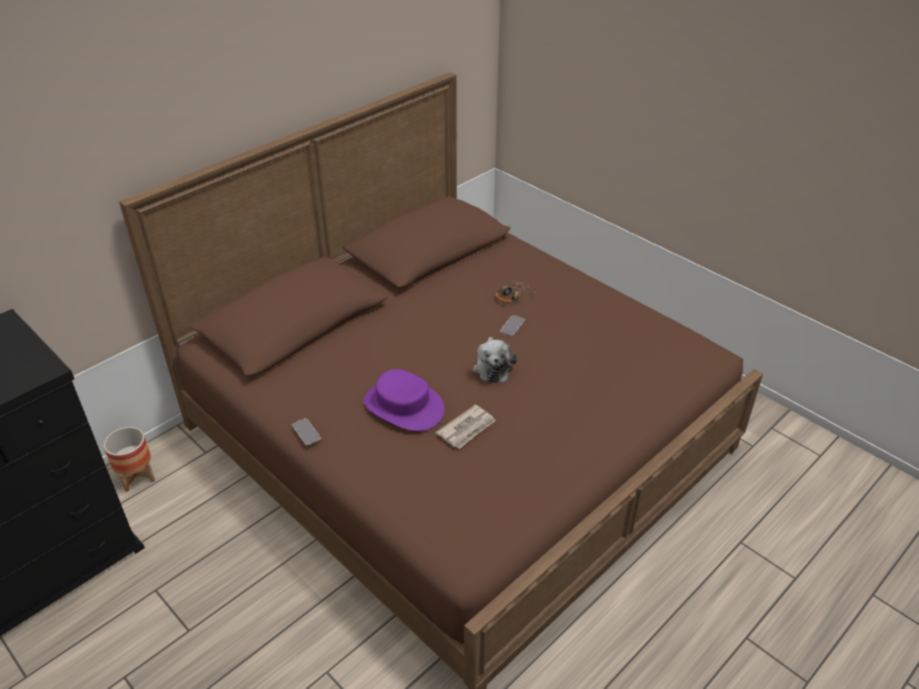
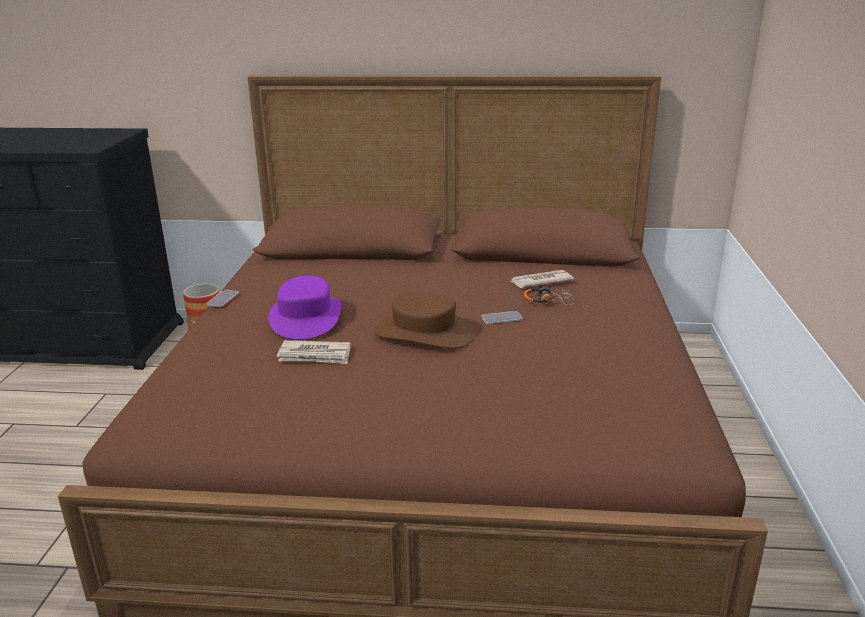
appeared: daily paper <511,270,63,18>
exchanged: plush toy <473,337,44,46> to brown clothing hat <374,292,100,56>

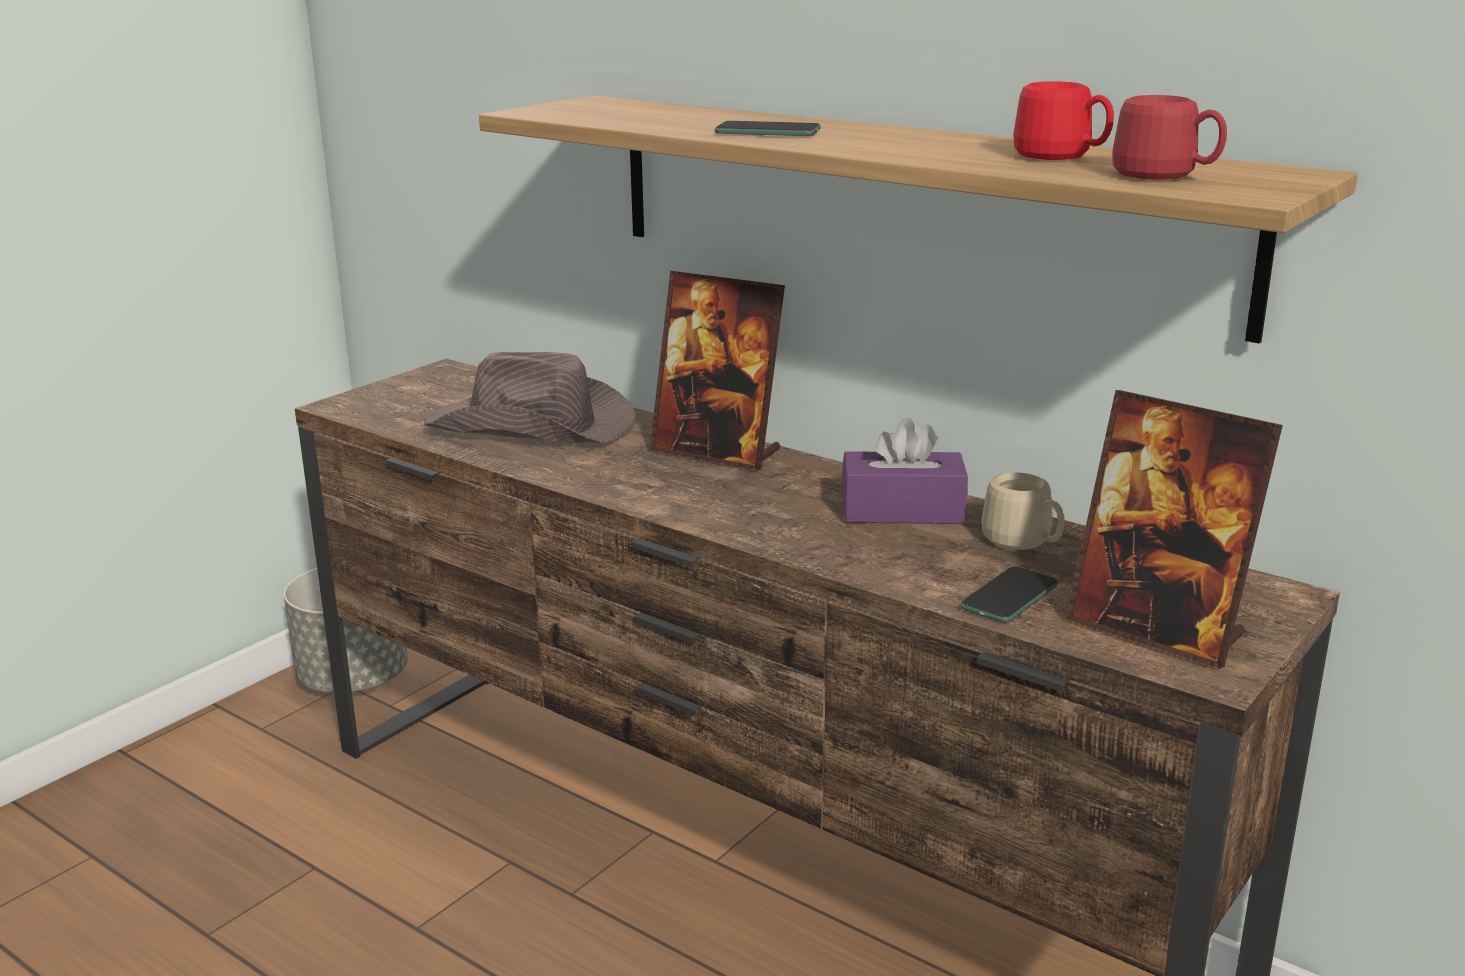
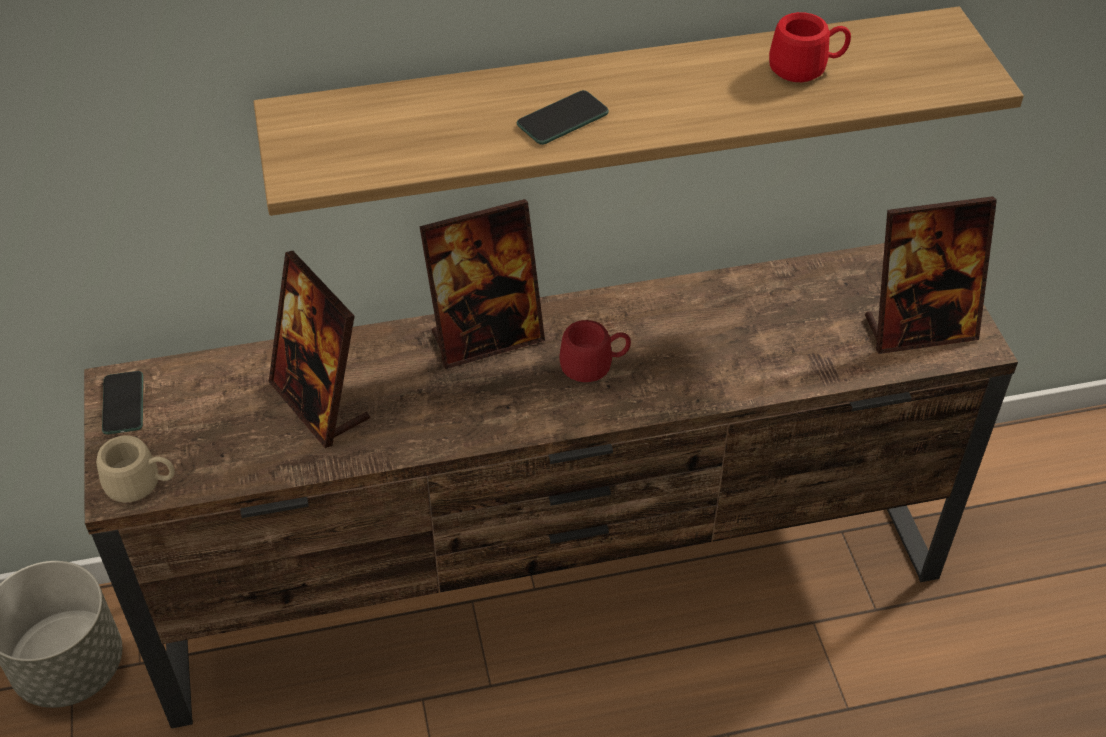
missing: purple tissue box <842,417,126,107>
relocated: handset <960,566,98,57> to <102,371,41,63>; sand-coloured tea mug <981,473,84,77> to <96,435,79,67>; red-coloured tea mug <1112,95,115,85> to <559,320,72,62>
exchanged: brown clothing hat <424,352,213,91> to picture frame <269,251,101,197>

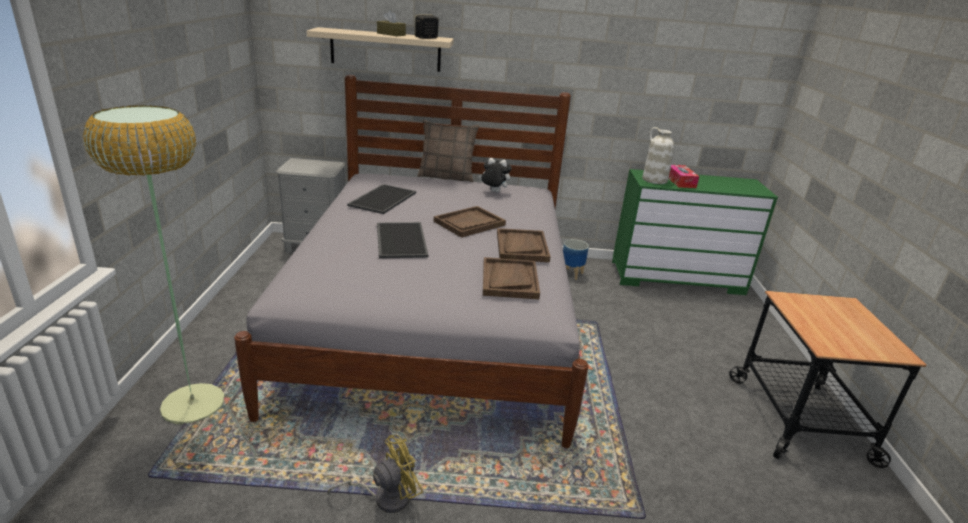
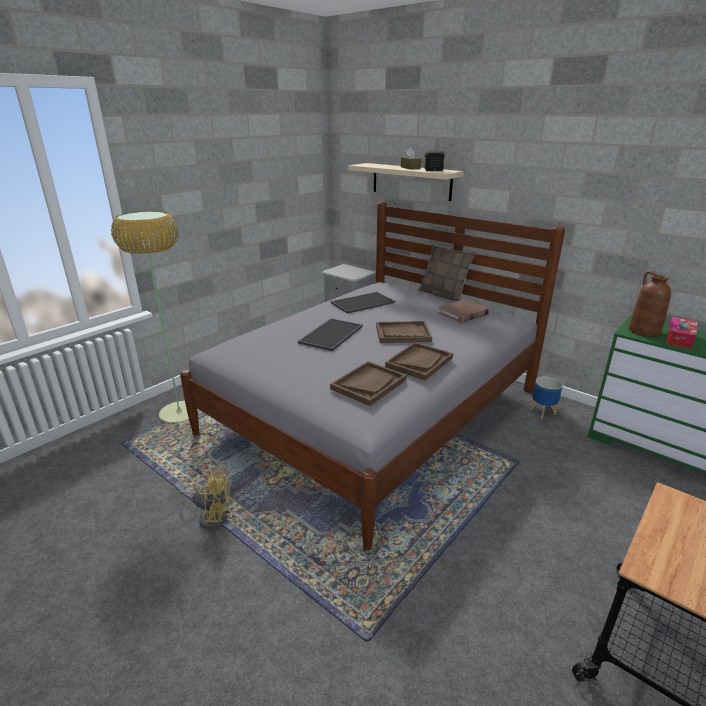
exchanged: plush toy <479,158,33,35> to brown volume <438,299,52,24>
colour: white vase <642,127,32,57> to brown vase <629,271,42,66>

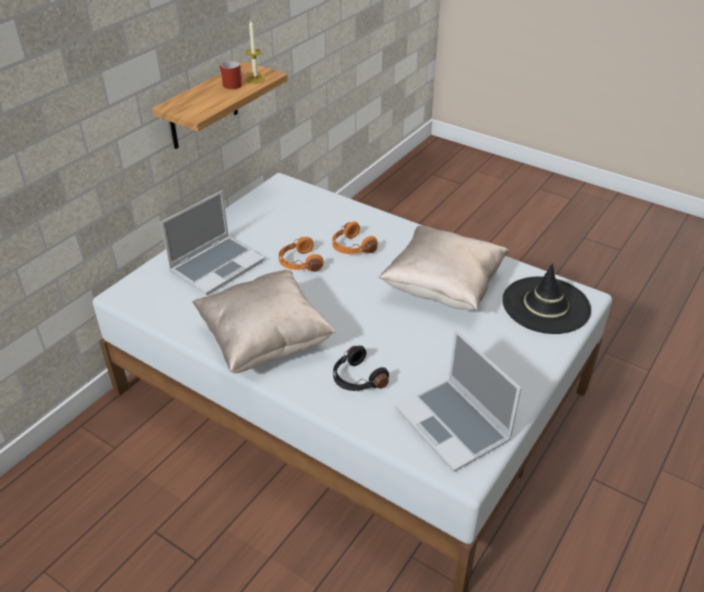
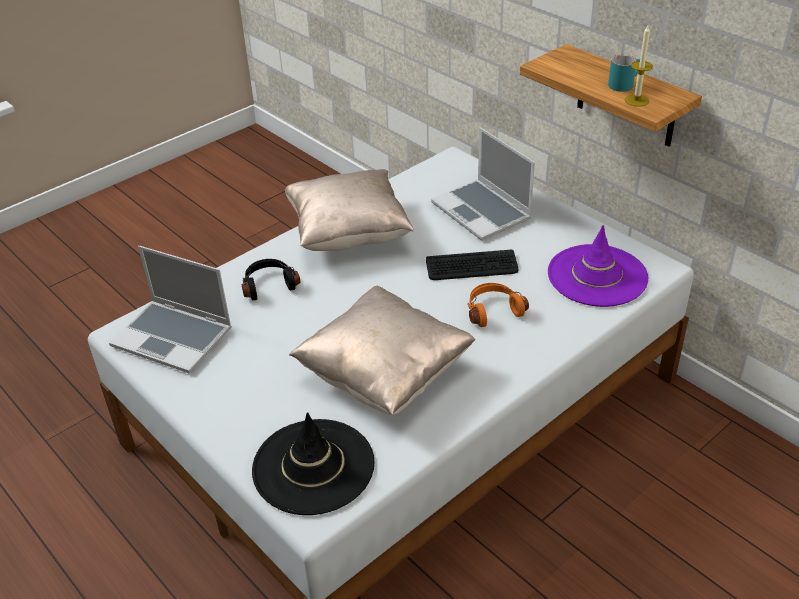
appeared: purple clothing hat <548,225,100,82>
exchanged: orange headset <279,237,45,35> to PC keyboard <426,250,92,30>
colour: red-coloured tea mug <220,61,22,28> to blue-green tea mug <608,55,32,37>
spun: notebook computer <395,329,126,143> = <109,246,123,128> 135 degrees counterclockwise

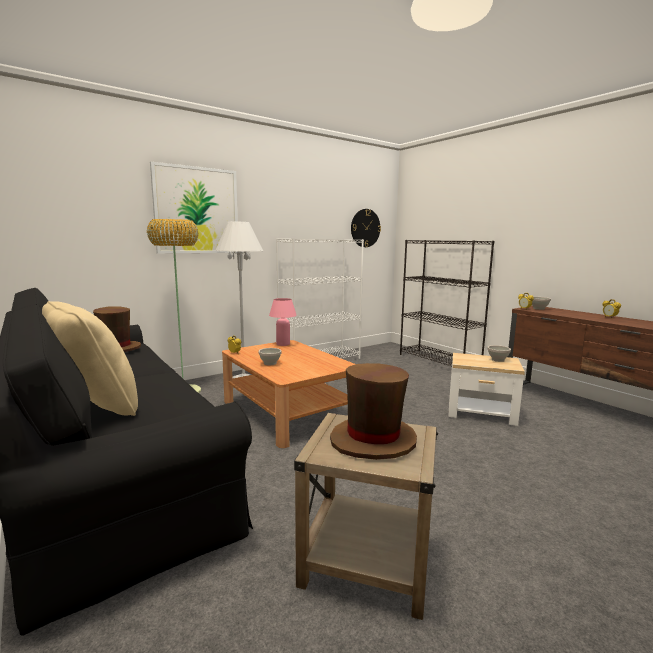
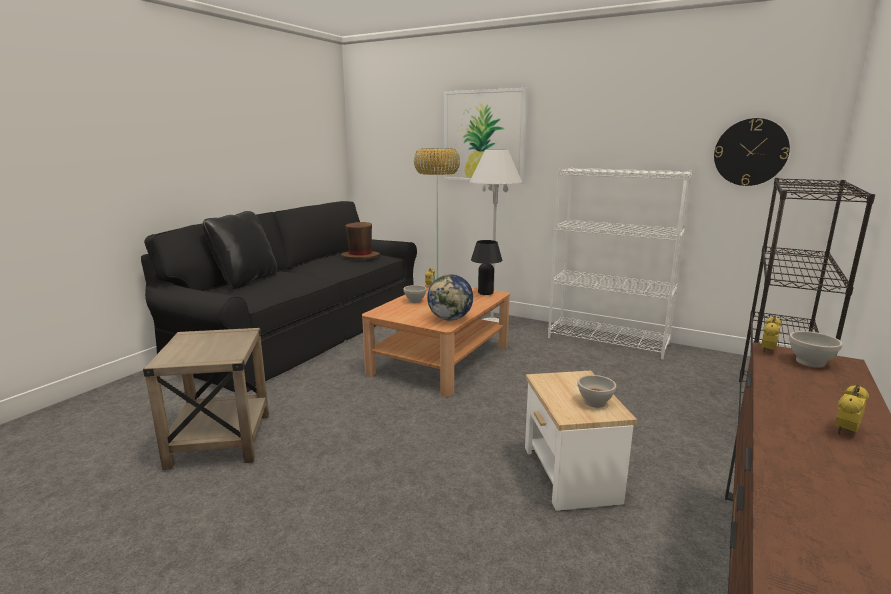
missing: brown clothing hat <330,363,87,97>
appeared: desk globe <427,274,46,46>
colour: sand-coloured pillow <42,301,96,115> to black pillow <202,211,75,78>; pink-coloured table lamp <269,298,28,48> to black table lamp <471,240,31,55>

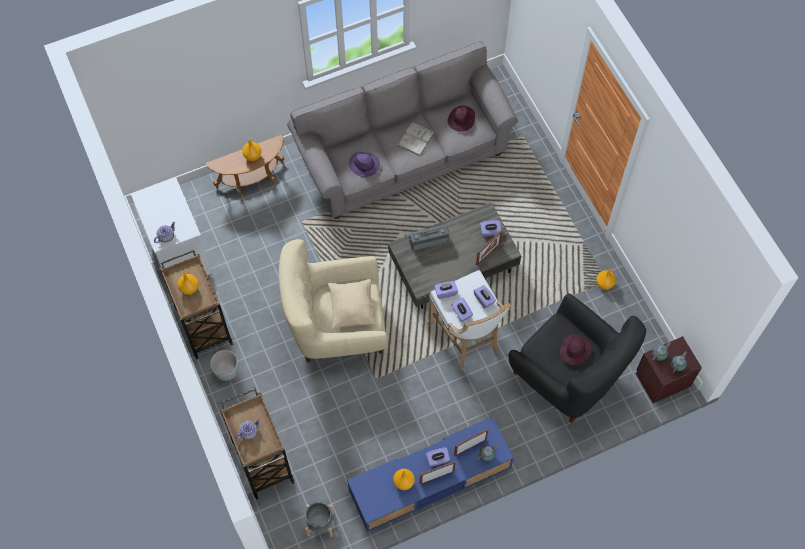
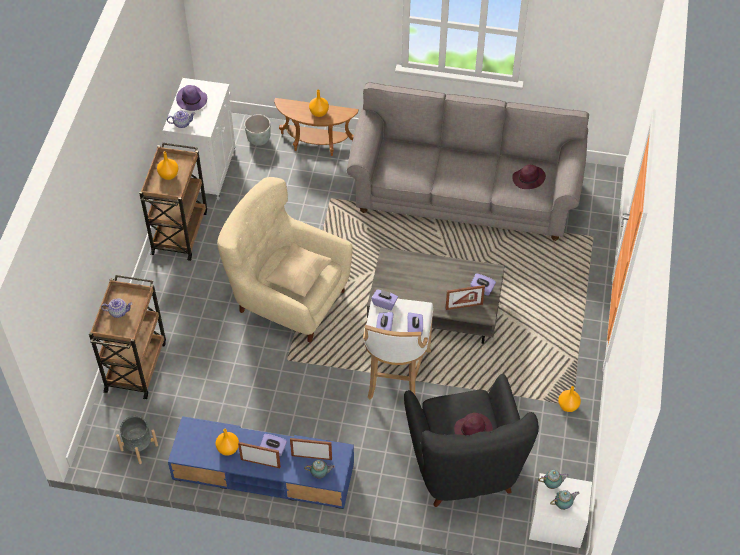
missing: white volume <398,122,37,34>; radio set <408,224,41,27>
relocated: grey plant pot <210,350,29,31> to <244,114,27,32>; purple clothing hat <349,152,31,25> to <176,85,31,26>
colour: brown bedside table <636,336,66,67> to white bedside table <529,473,63,75>

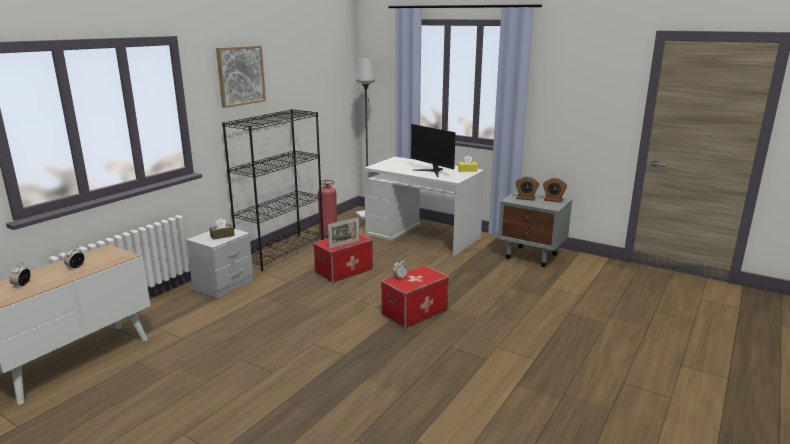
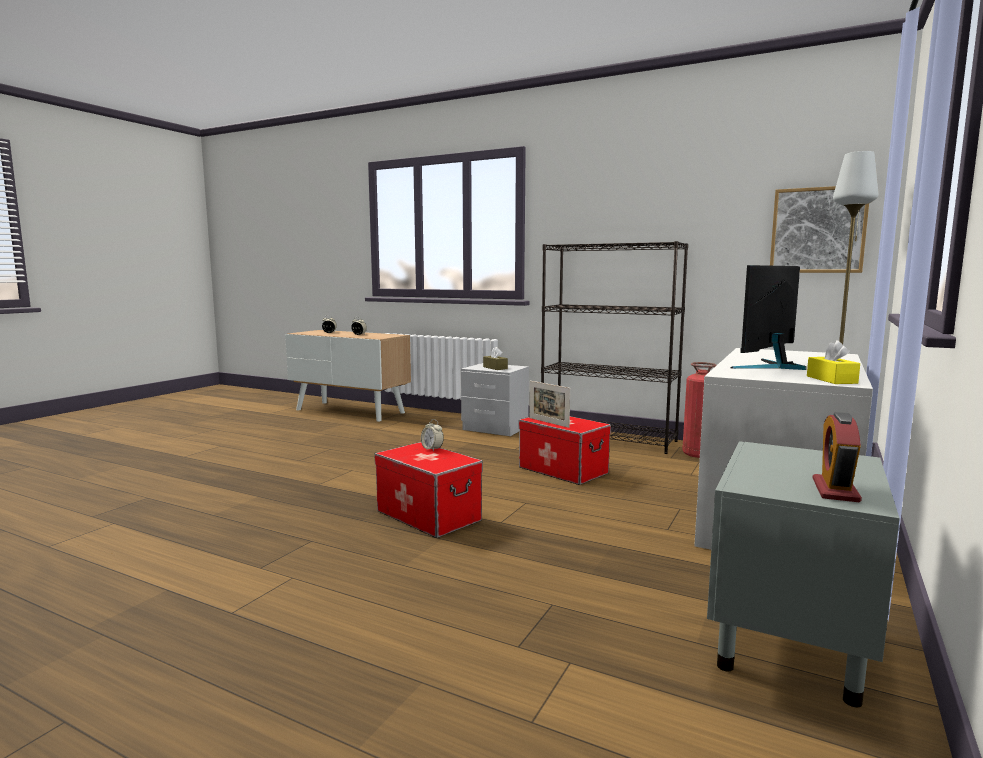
missing: table clock <516,177,23,24>
relocated: wall picture <216,45,50,63> to <770,186,99,87>

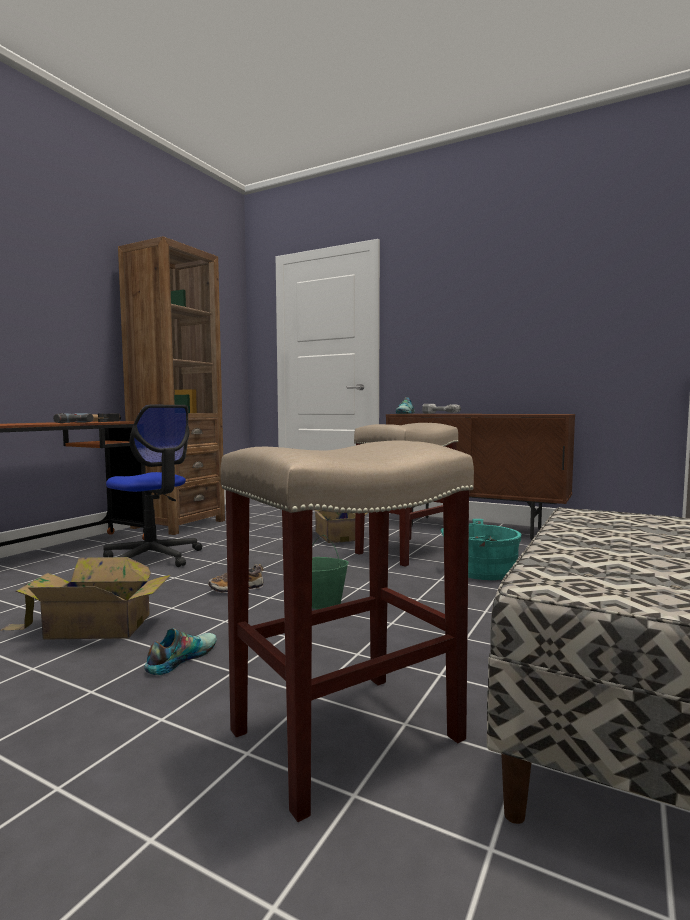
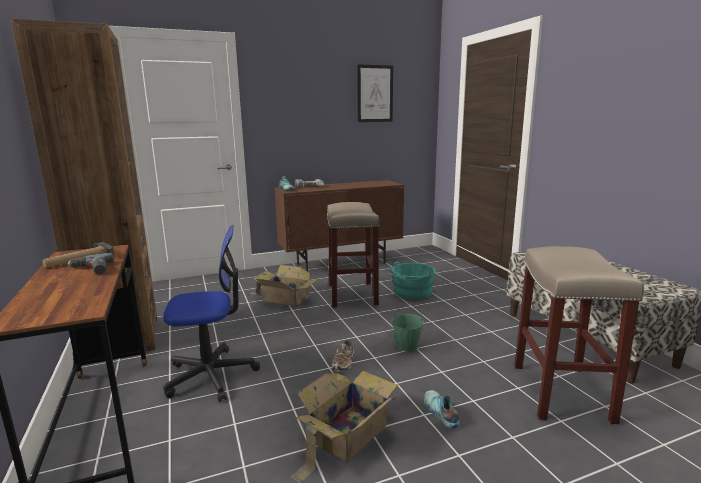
appeared: wall picture <357,64,36,58>

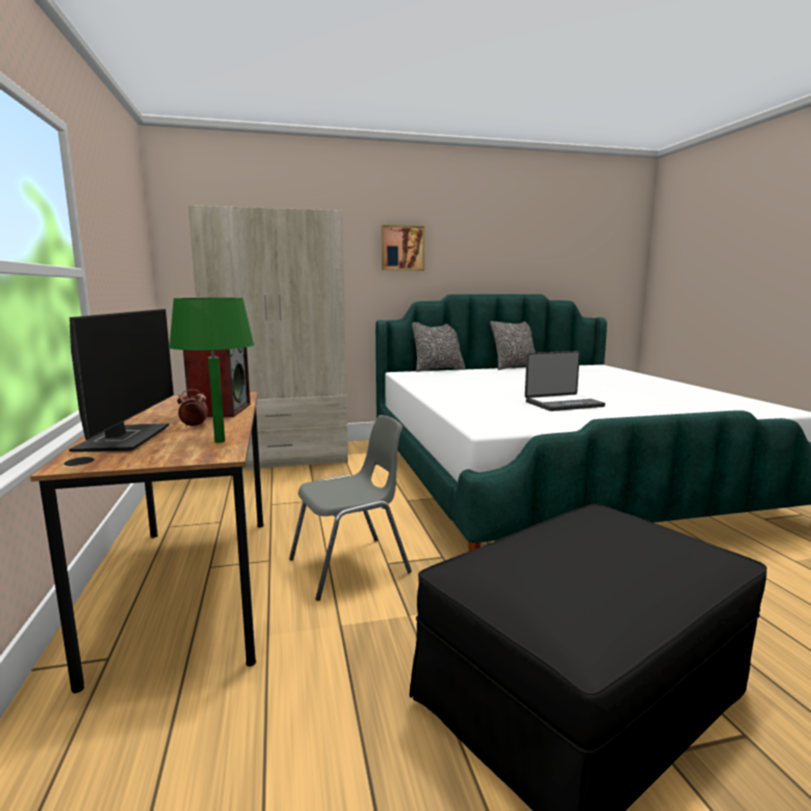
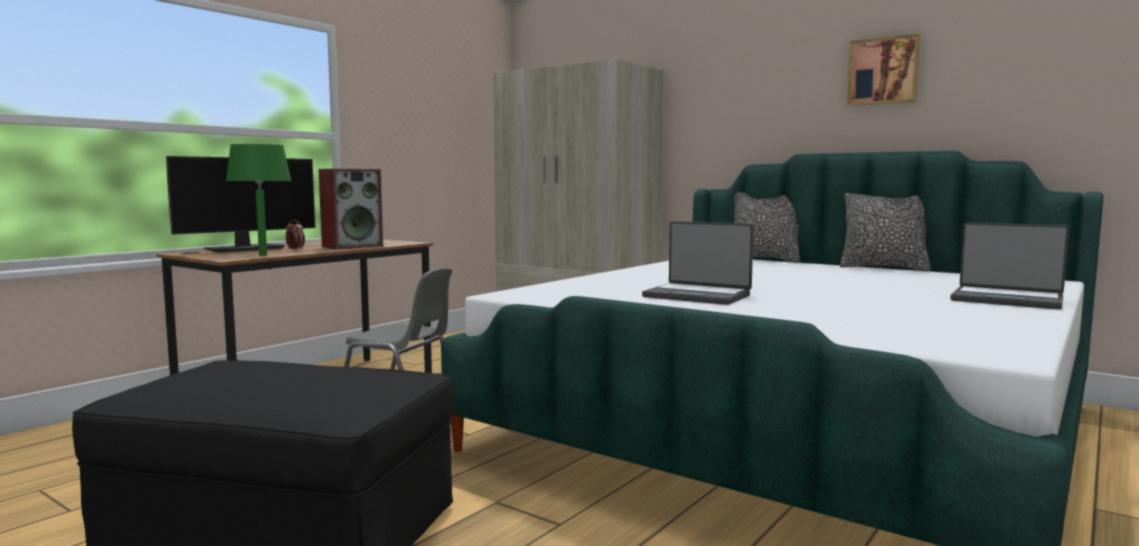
appeared: notebook computer <950,223,119,87>
relocated: wall picture <382,225,43,46> to <847,34,73,72>

